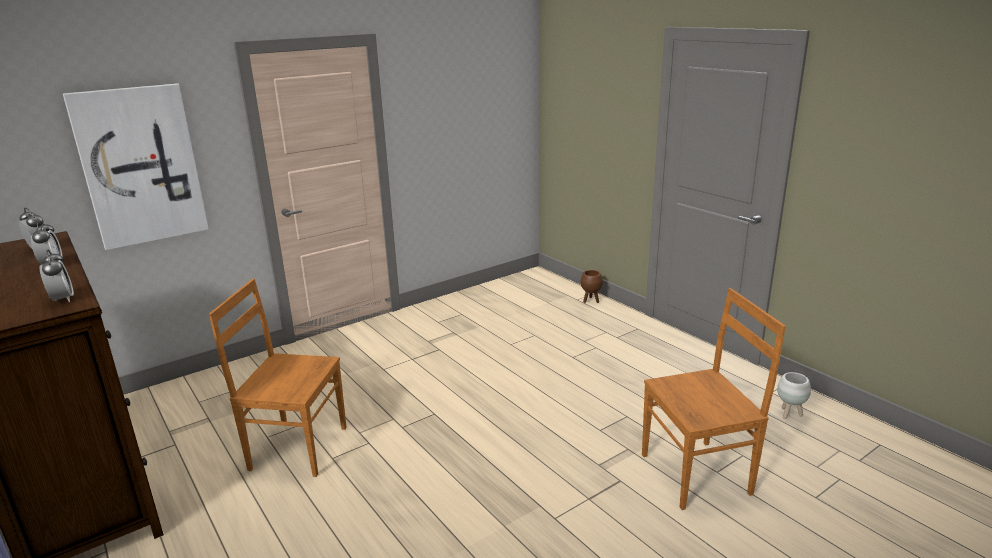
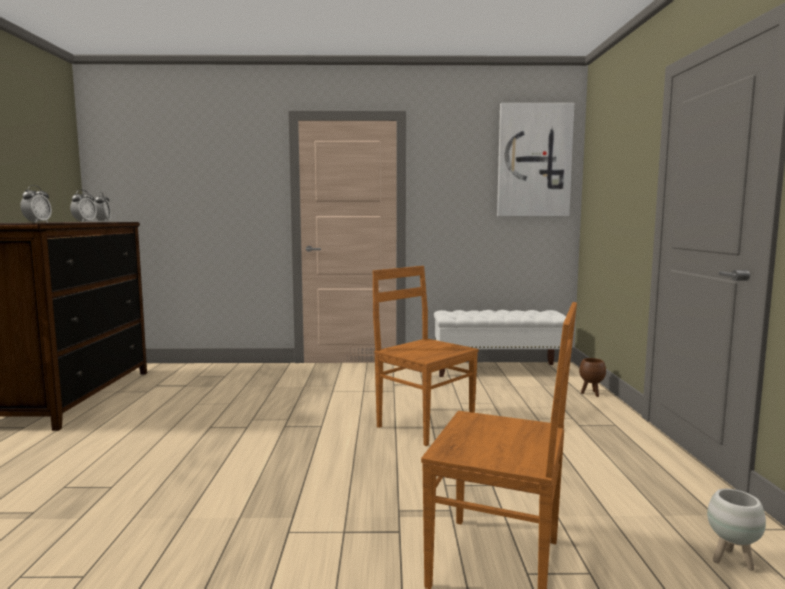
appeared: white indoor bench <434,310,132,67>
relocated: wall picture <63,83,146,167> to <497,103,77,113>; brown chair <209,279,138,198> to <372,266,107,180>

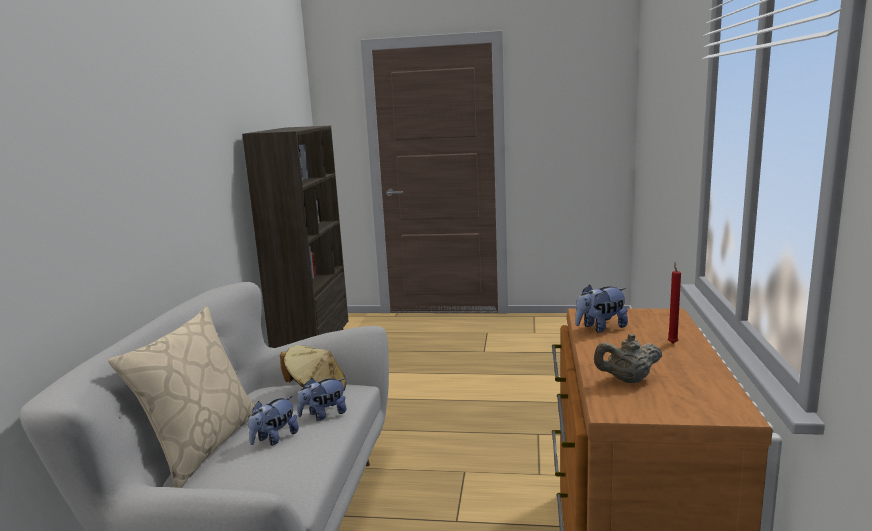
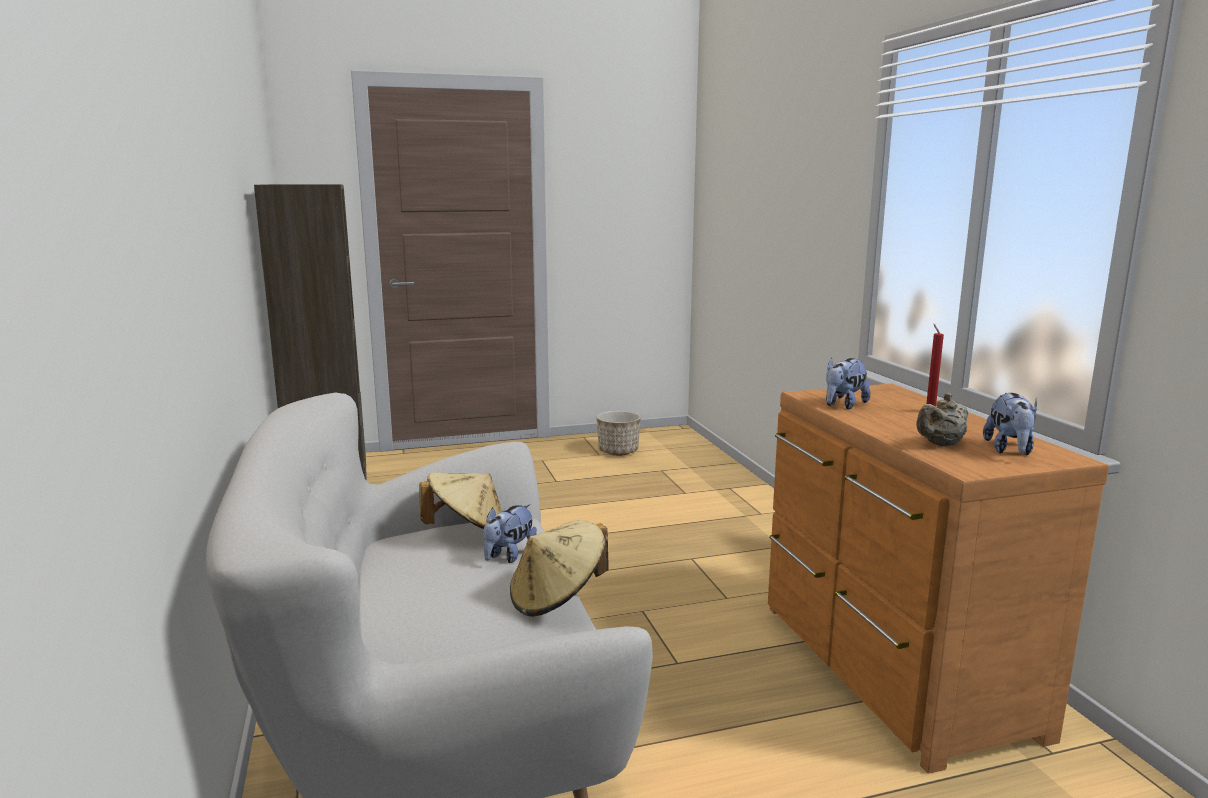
missing: sand-coloured pillow <108,306,147,182>
appeared: sand-coloured clothing hat <510,520,99,97>; plant pot <597,411,44,45>
relocated: plush toy <248,396,51,50> to <983,393,55,62>

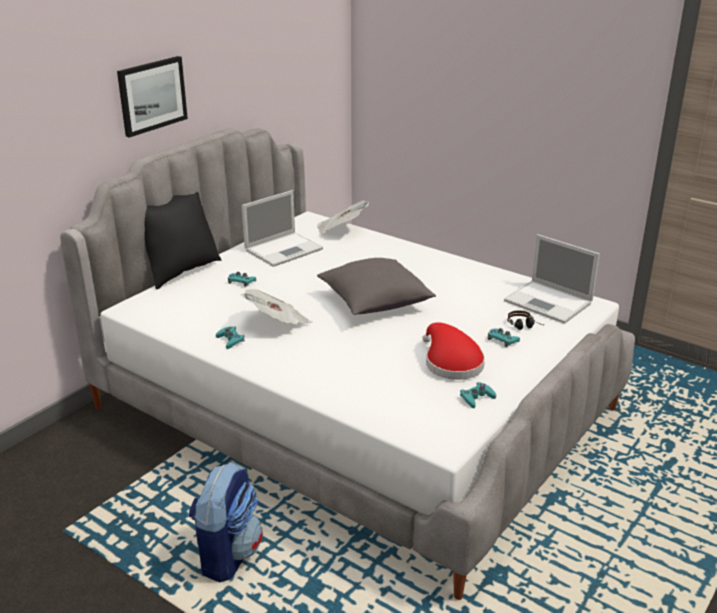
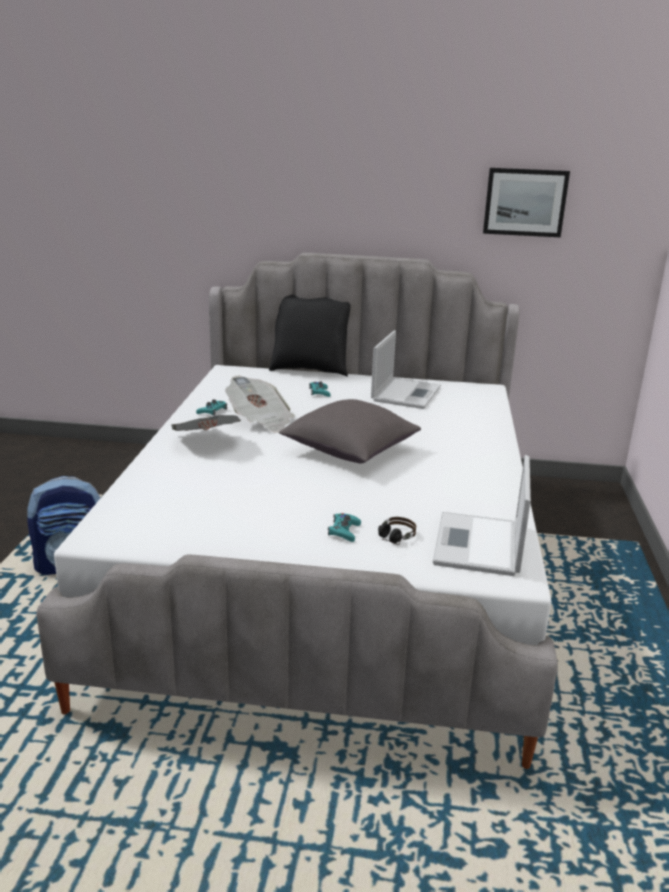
missing: red-coloured clothing hat <422,322,63,58>; blue-green joypad <460,382,36,26>
relocated: wall picture <117,56,71,82> to <483,168,87,69>; daily paper <317,200,52,34> to <171,415,70,16>
spun: notebook computer <242,190,81,77> = <371,330,70,79> 90 degrees counterclockwise

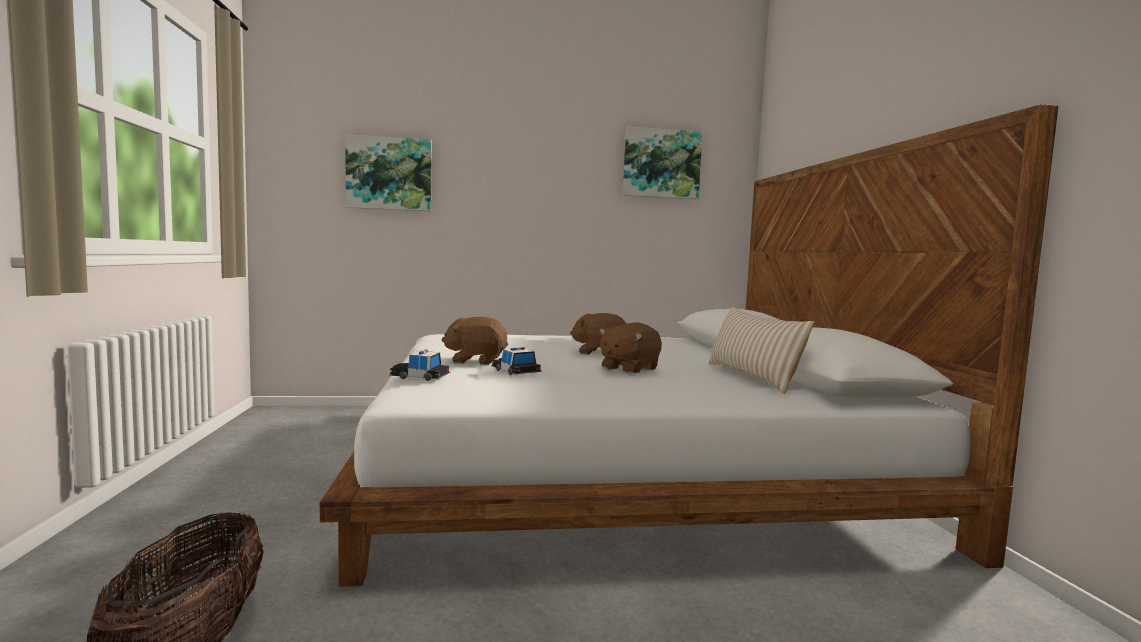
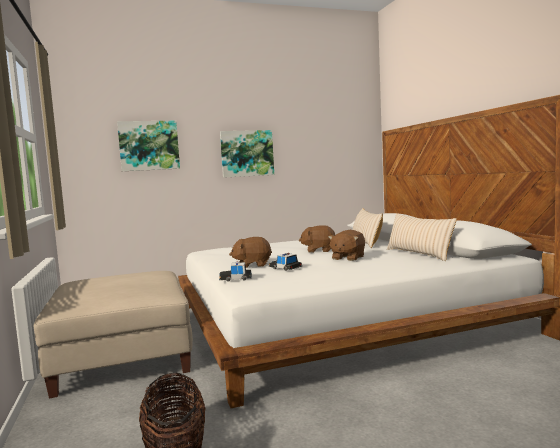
appeared: sand-coloured ottoman <34,271,159,127>; sand-coloured pillow <353,208,30,40>
relocated: wall picture <623,127,80,72> to <220,130,54,48>

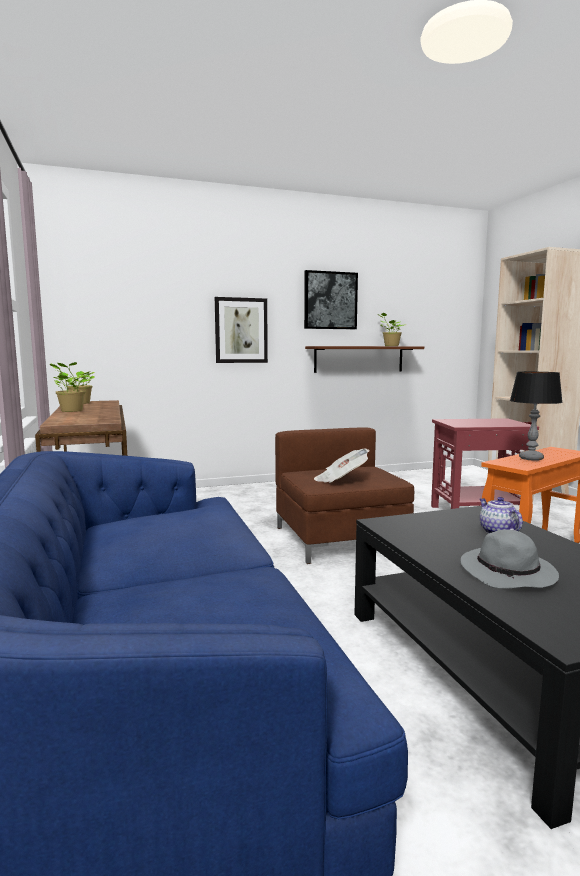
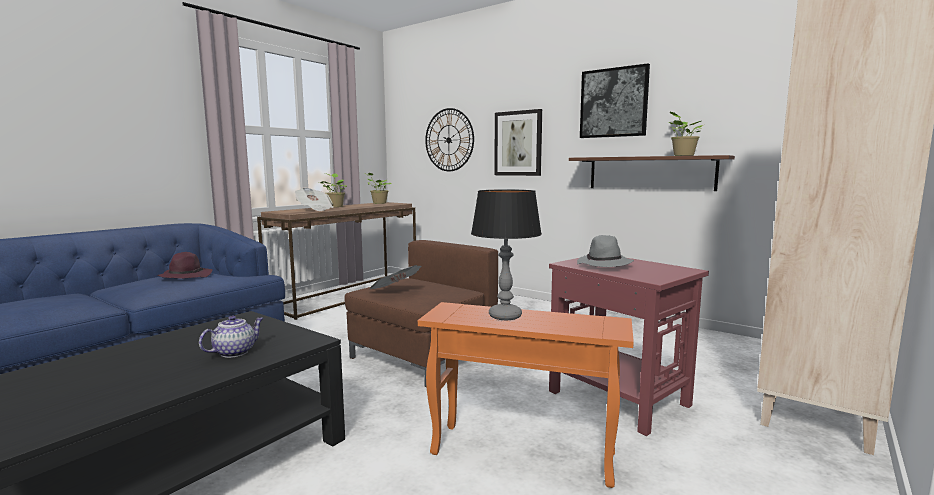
appeared: purple clothing hat <158,252,54,27>; daily paper <295,187,39,24>; hanging clock <425,108,49,63>
relocated: grey clothing hat <461,529,98,60> to <577,235,57,32>

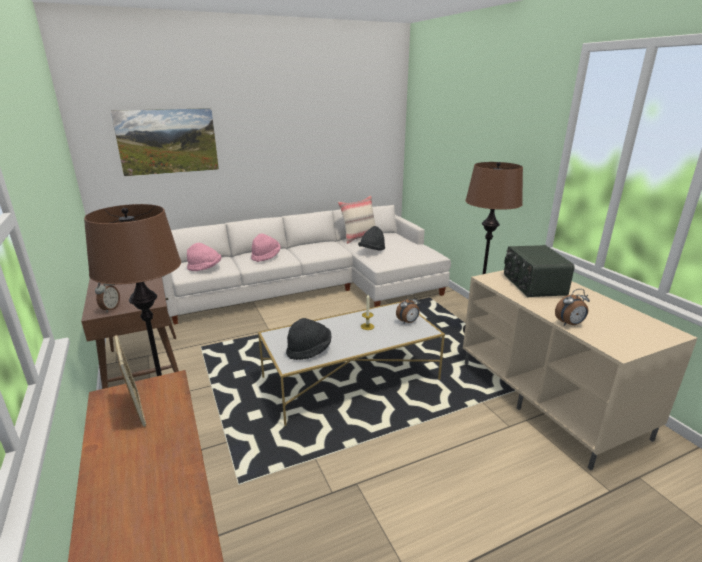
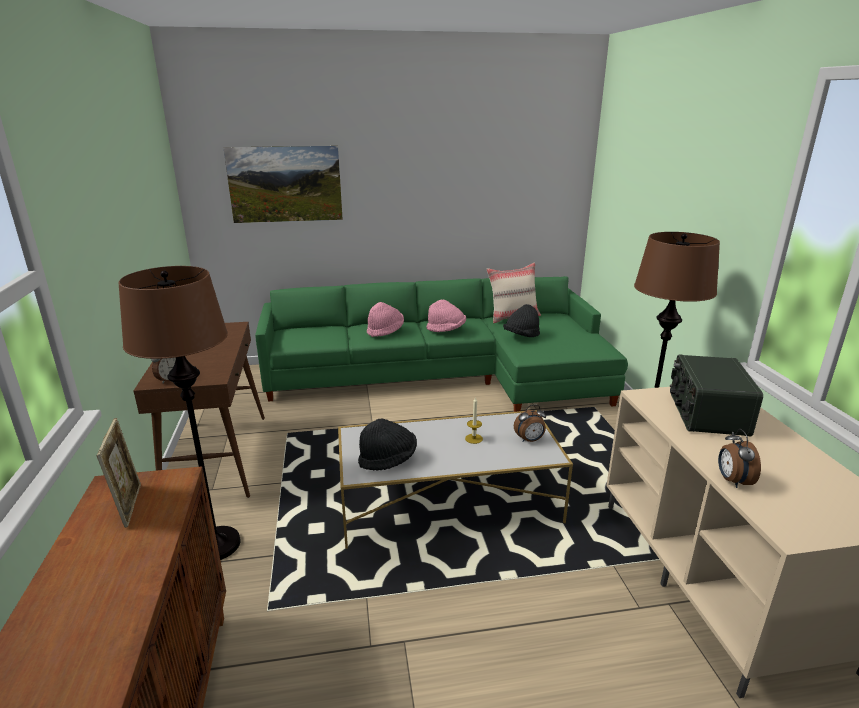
relocated: pink-coloured clothing hat <187,243,35,28> to <427,300,39,32>
colour: white sofa <162,205,289,119> to green sofa <255,276,373,136>
spun: table clock <555,289,35,37> = <718,429,43,59> 90 degrees clockwise

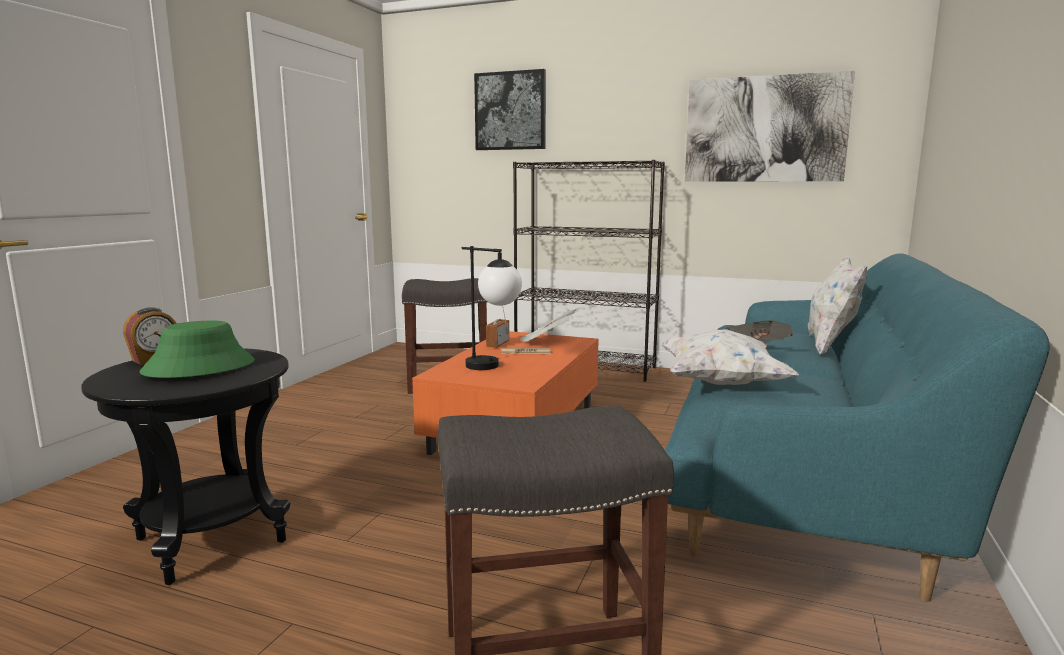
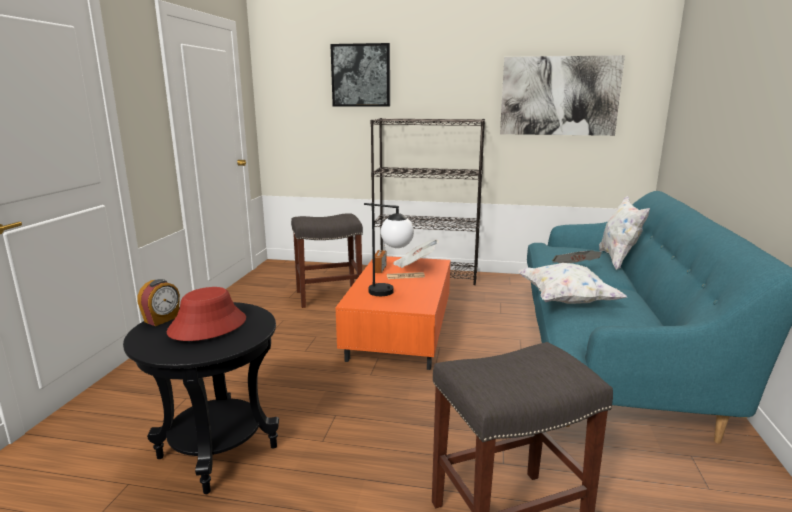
colour: green clothing hat <139,321,116,57> to red-coloured clothing hat <167,287,79,54>

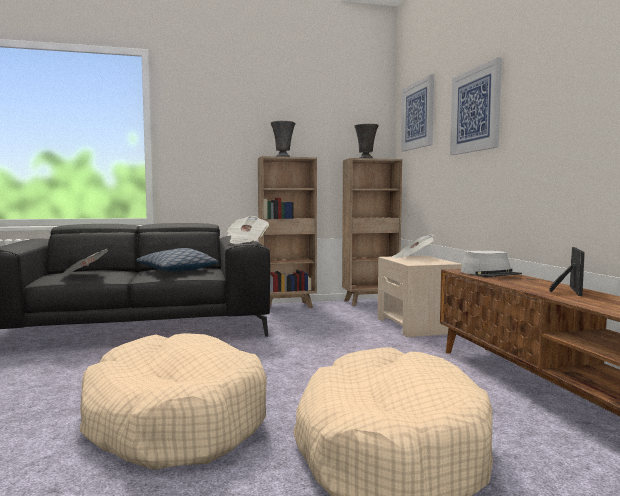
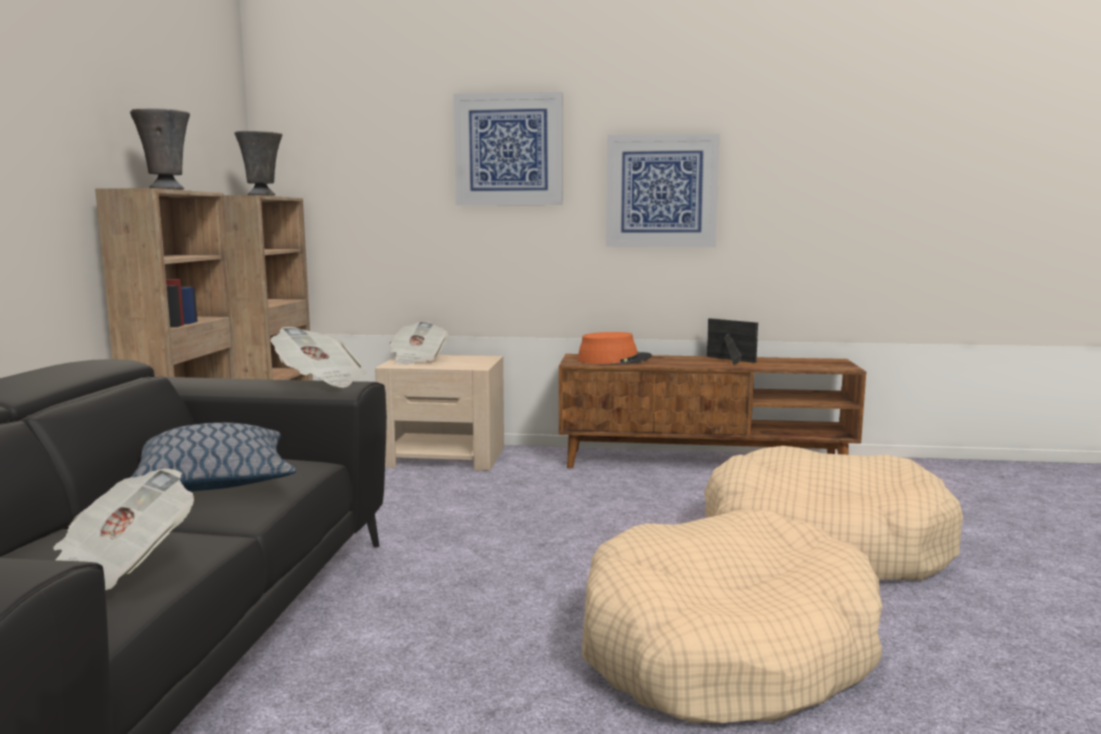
relocated: wall picture <401,74,33,78> to <606,134,114,113>
colour: grey clothing hat <461,250,61,27> to orange clothing hat <578,332,74,32>

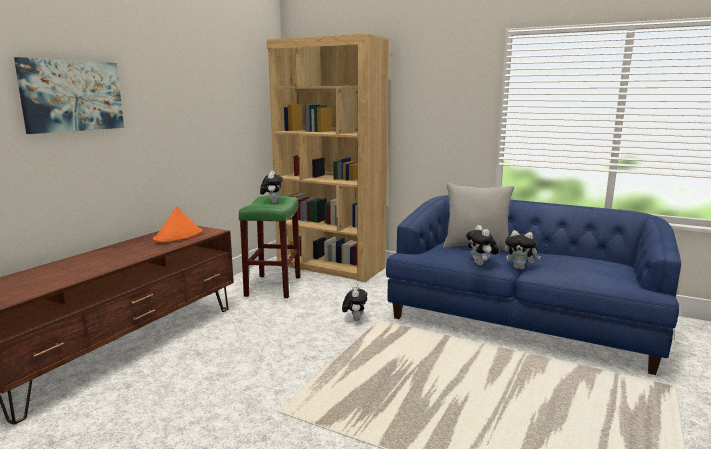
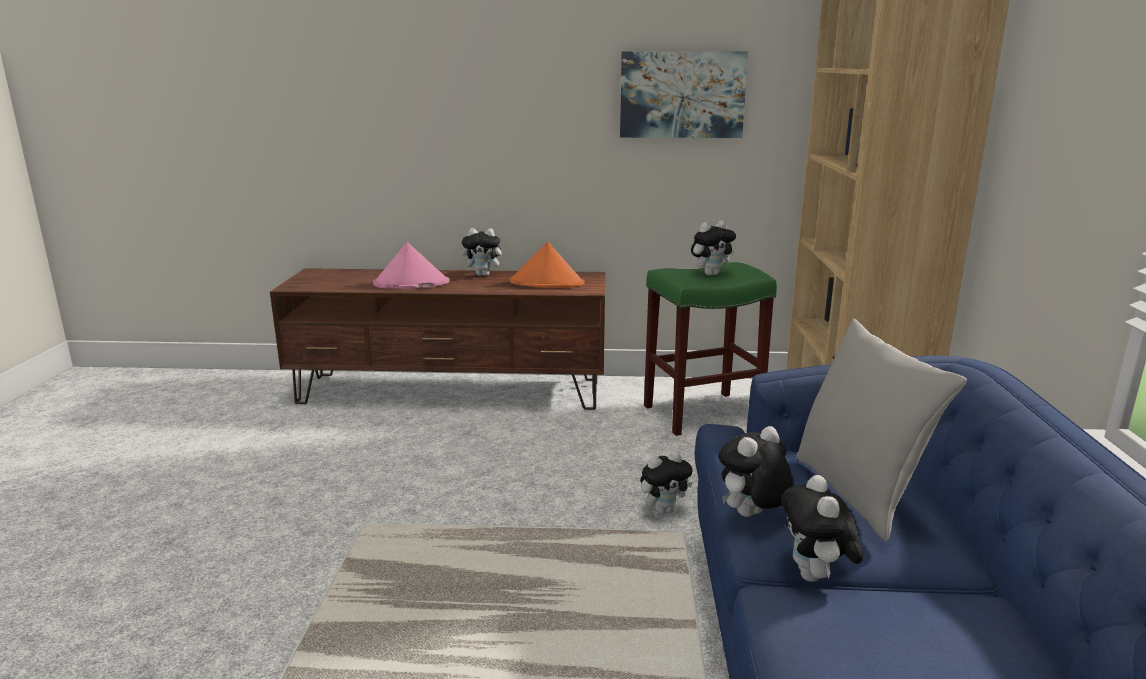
appeared: pink-coloured clothing hat <373,242,77,47>; plush toy <462,228,44,48>
relocated: wall picture <14,57,110,77> to <620,51,128,87>

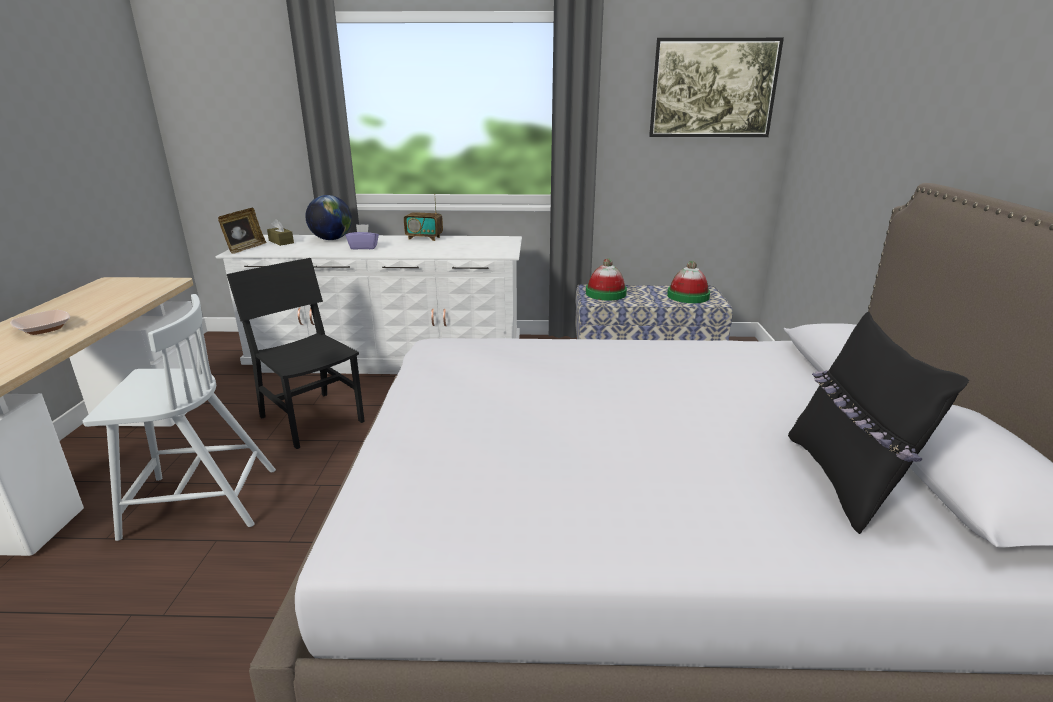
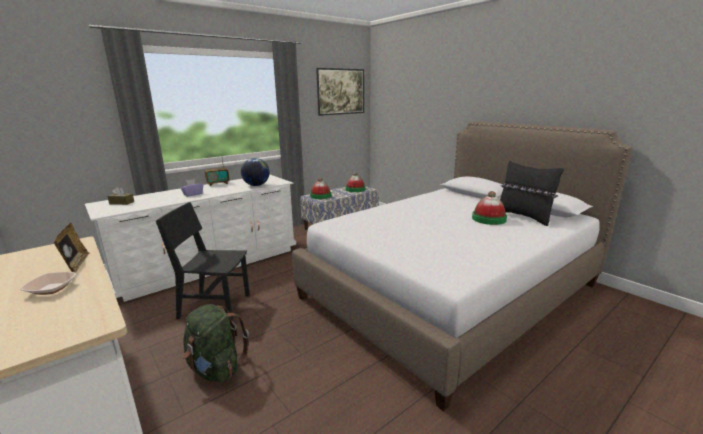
appeared: clothing hat <472,191,35,34>
relocated: picture frame <218,208,49,46> to <54,223,36,50>; desk globe <305,195,47,45> to <241,158,29,28>
exchanged: white chair <83,294,193,247> to green knapsack <183,304,66,78>

